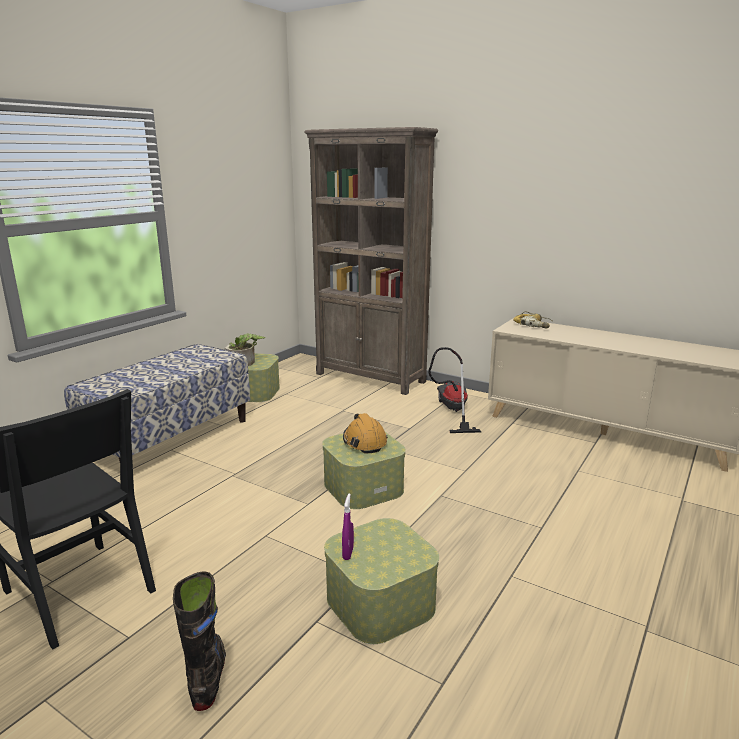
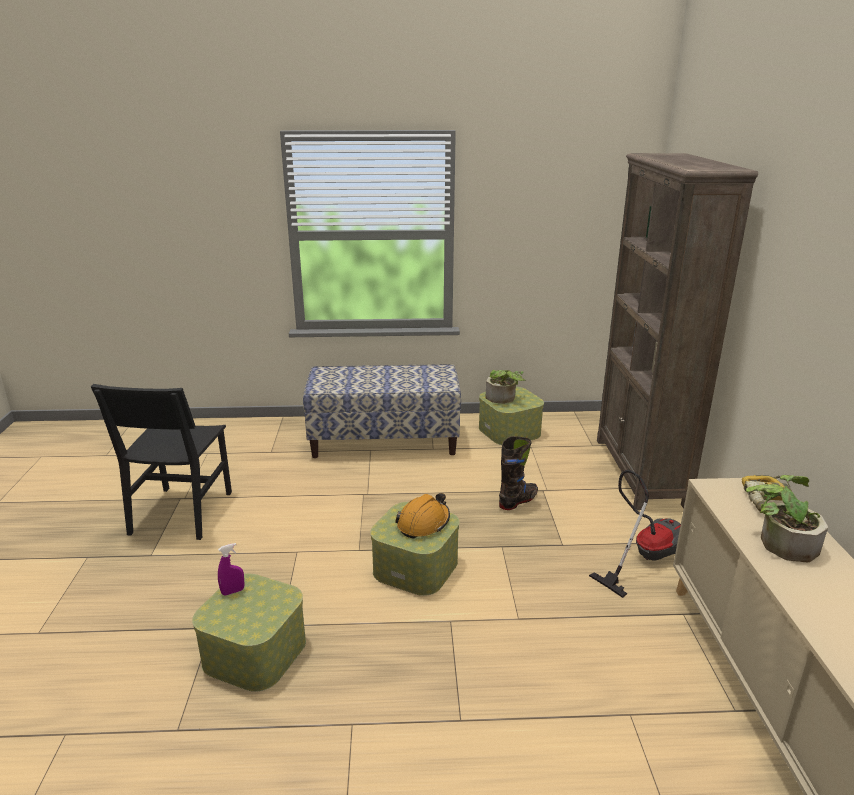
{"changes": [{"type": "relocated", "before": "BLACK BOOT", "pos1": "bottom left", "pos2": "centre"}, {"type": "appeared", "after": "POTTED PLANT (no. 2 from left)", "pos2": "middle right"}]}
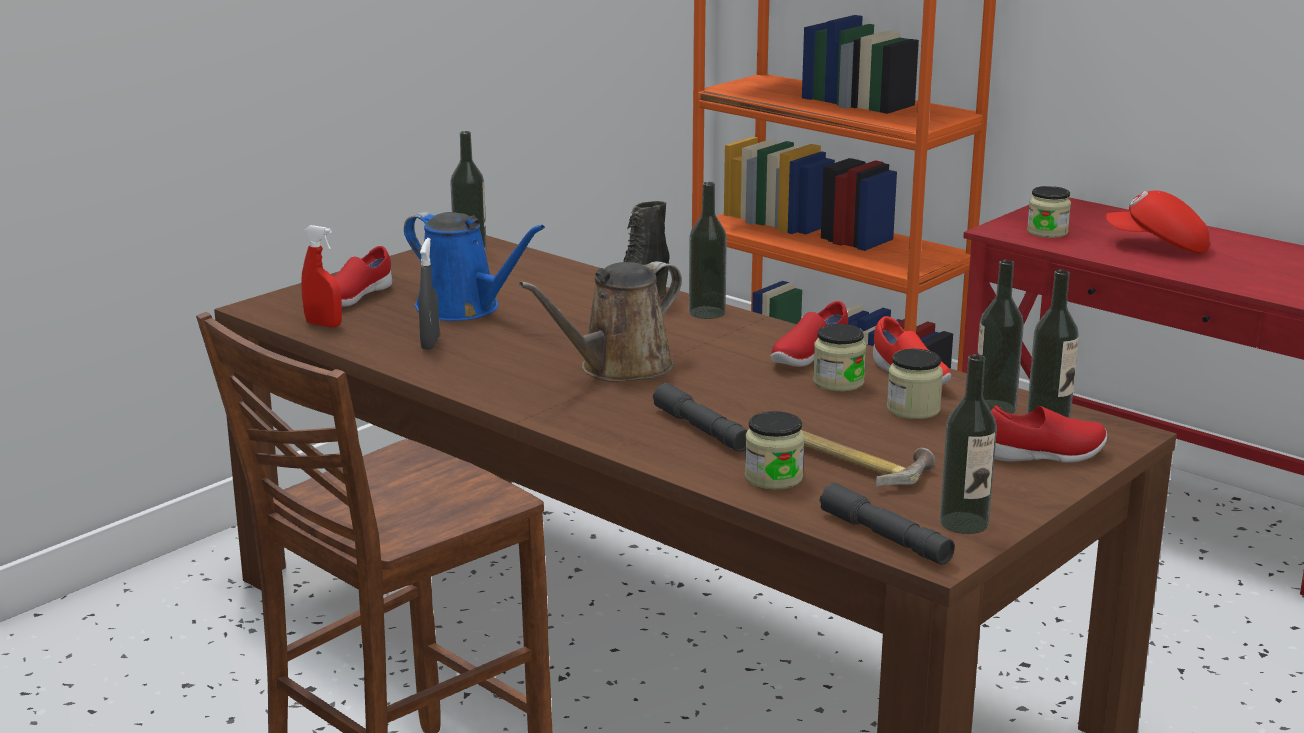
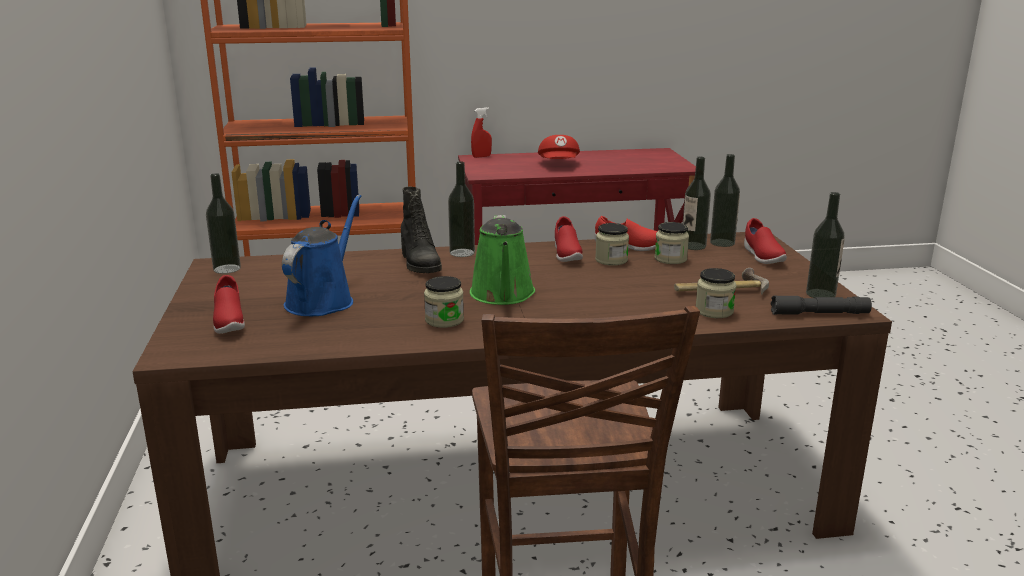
{"changes": [{"type": "relocated", "before": "RED SPRAY BOTTLE", "pos1": "middle left", "pos2": "top centre"}, {"type": "spun", "before": "BLUE WATERING CAN", "pos1": "centre", "pos2": "middle left", "turn": -60}, {"type": "missing", "before": "GREY SPRAY BOTTLE", "pos1": "middle left"}, {"type": "colour", "before": "BROWN WATERING CAN", "after": "GREEN WATERING CAN", "pos1": "centre", "pos2": "centre"}, {"type": "missing", "before": "GREY FLASHLIGHT (no. 1 from left)", "pos1": "centre"}, {"type": "spun", "before": "RED SHOE (no. 4 from left)", "pos1": "middle right", "pos2": "middle right", "turn": 135}, {"type": "relocated", "before": "JAR (no. 4 from left in the first image)", "after": "JAR (no. 1 from left)", "pos1": "top right", "pos2": "centre"}, {"type": "spun", "before": "RED CAP", "pos1": "top right", "pos2": "top centre", "turn": -60}]}
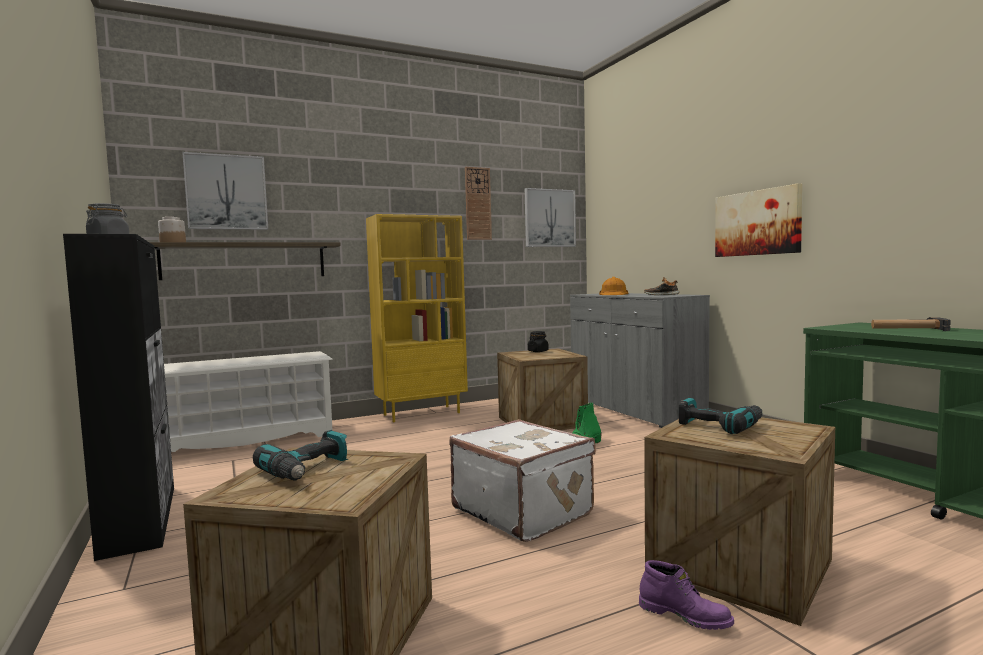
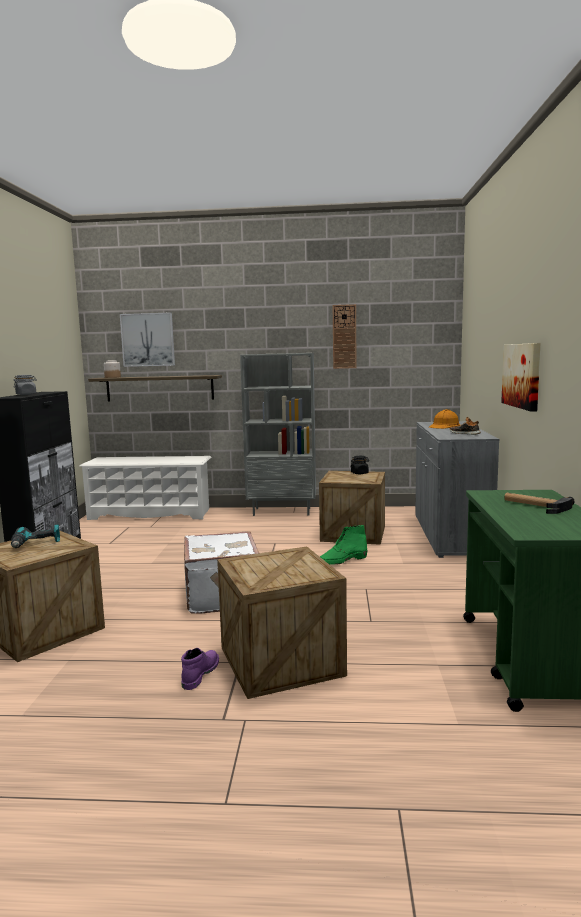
{"changes": [{"type": "colour", "before": "YELLOW BOOKCASE", "after": "GREY BOOKCASE", "pos1": "centre", "pos2": "centre"}, {"type": "missing", "before": "PICTURE (no. 2 from left)", "pos1": "top centre"}, {"type": "spun", "before": "PURPLE BOOT", "pos1": "bottom right", "pos2": "bottom centre", "turn": -135}, {"type": "missing", "before": "POWER DRILL (no. 2 from left)", "pos1": "middle right"}]}
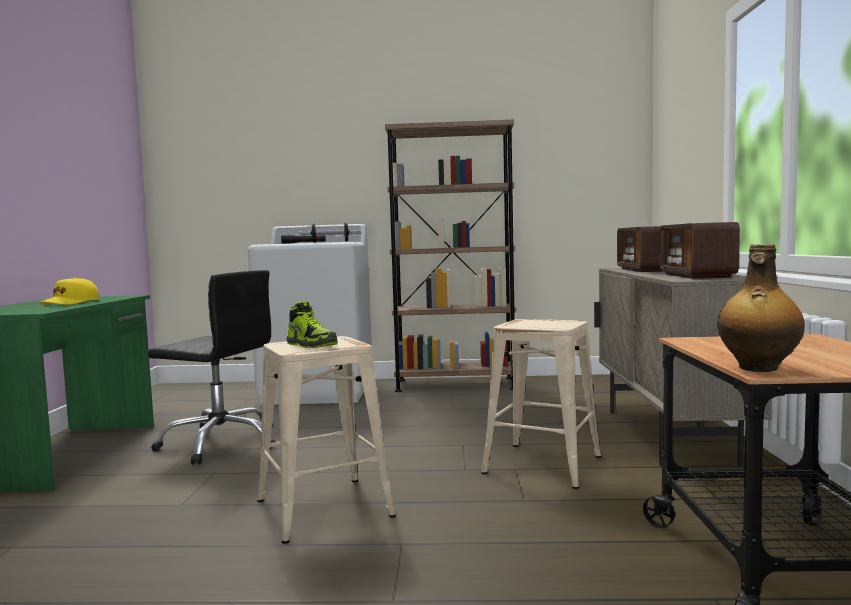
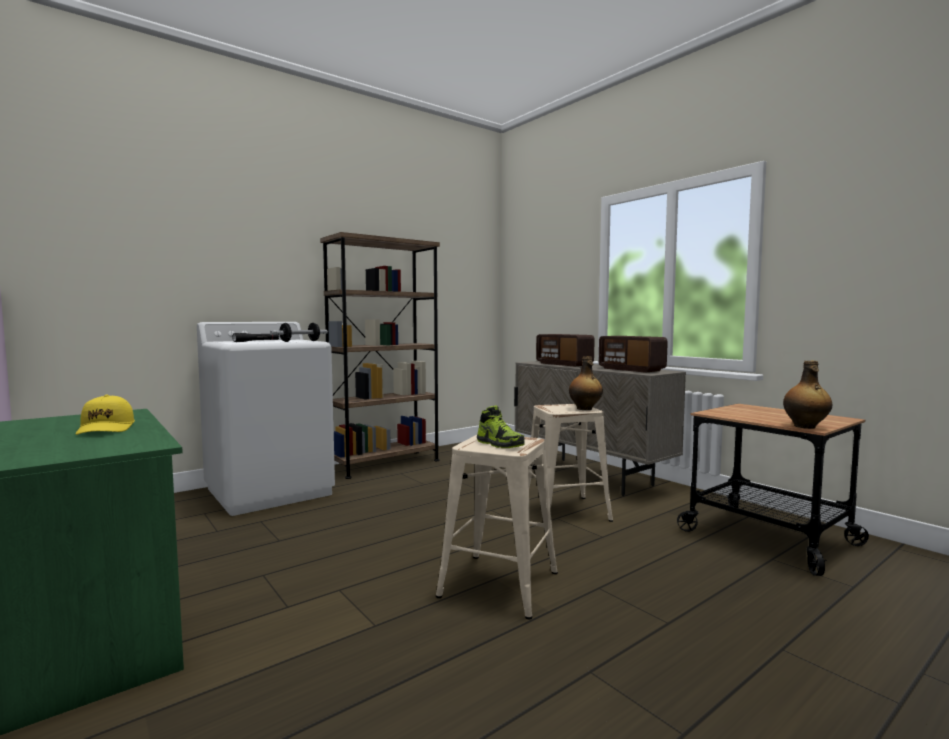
{"changes": [{"type": "missing", "before": "BLACK OFFICE CHAIR", "pos1": "middle left"}, {"type": "spun", "before": "SHOE", "pos1": "centre", "pos2": "centre", "turn": 45}, {"type": "appeared", "after": "BOTTLE (no. 1 from left)", "pos2": "centre"}]}
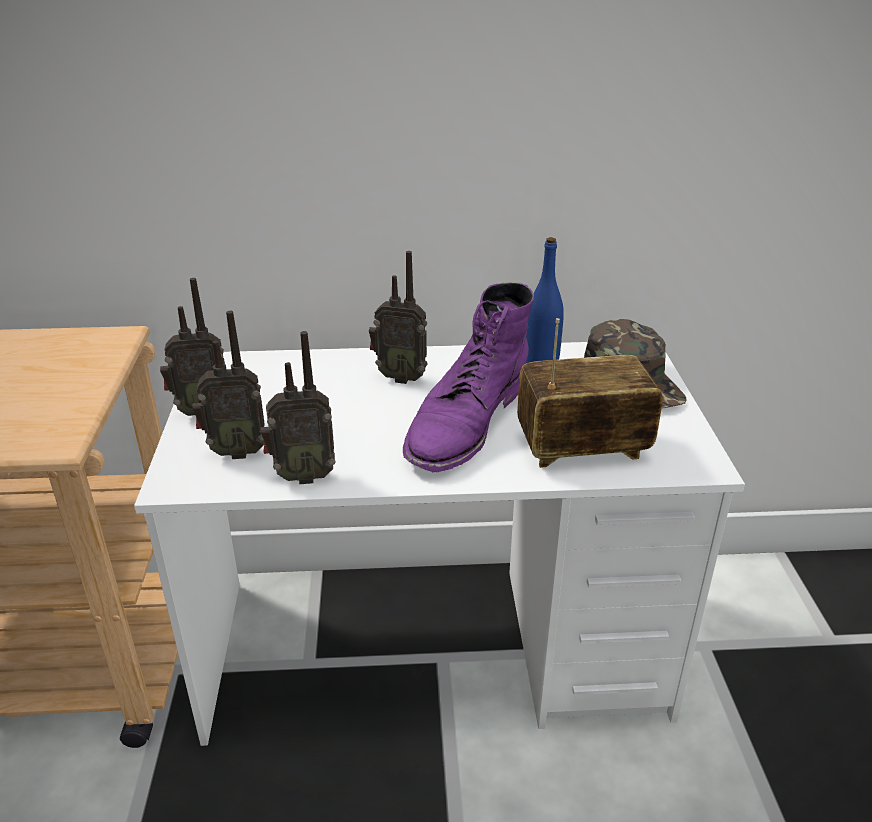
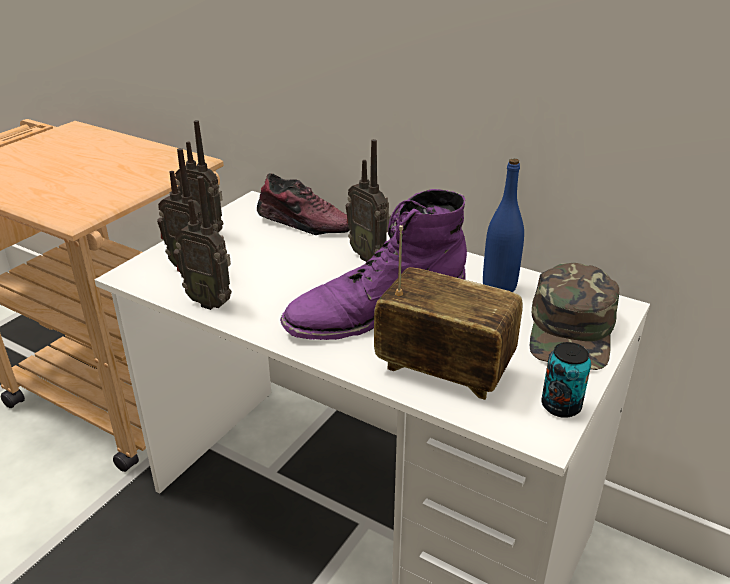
{"changes": [{"type": "appeared", "after": "SHOE", "pos2": "centre"}, {"type": "appeared", "after": "CAN", "pos2": "middle right"}]}
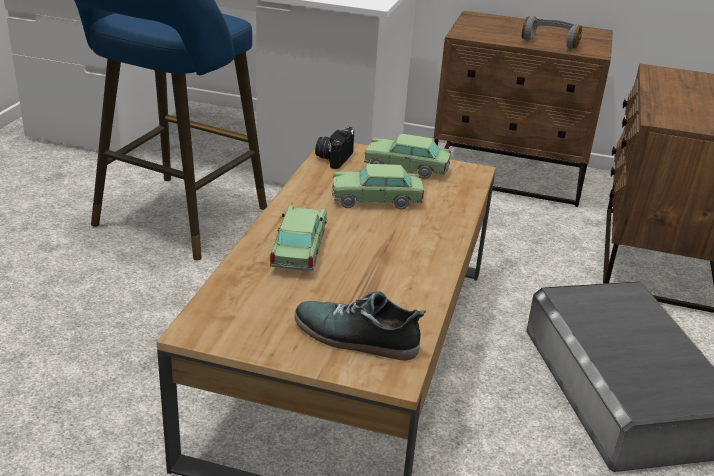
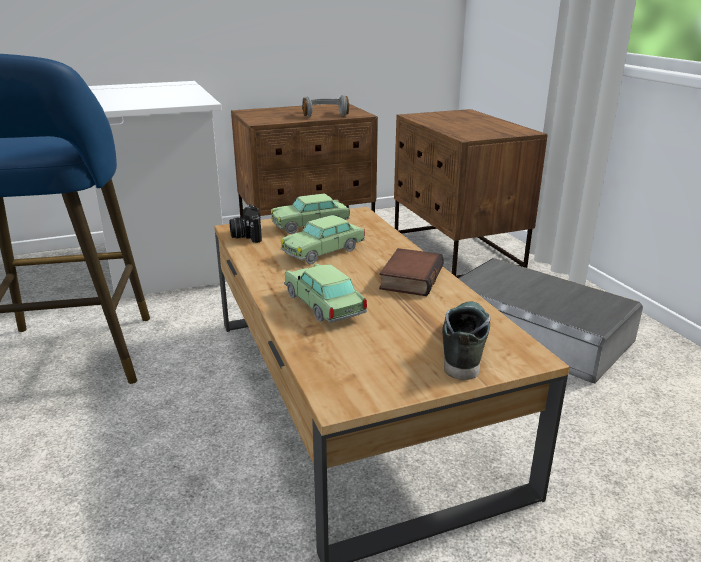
{"changes": [{"type": "spun", "before": "SHOE", "pos1": "bottom centre", "pos2": "centre", "turn": 120}, {"type": "appeared", "after": "BOOK", "pos2": "centre"}]}
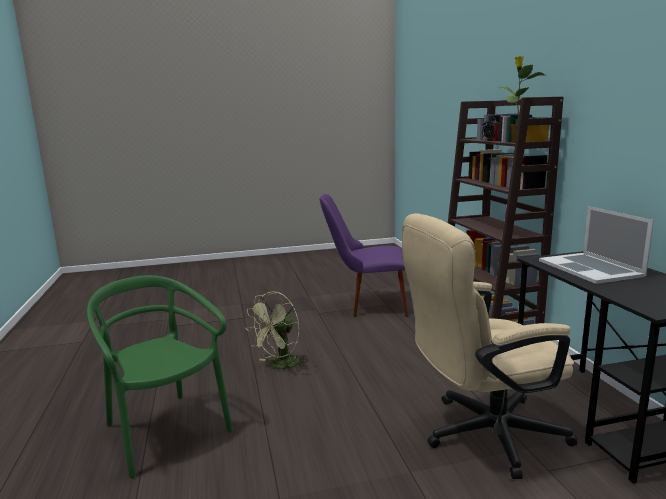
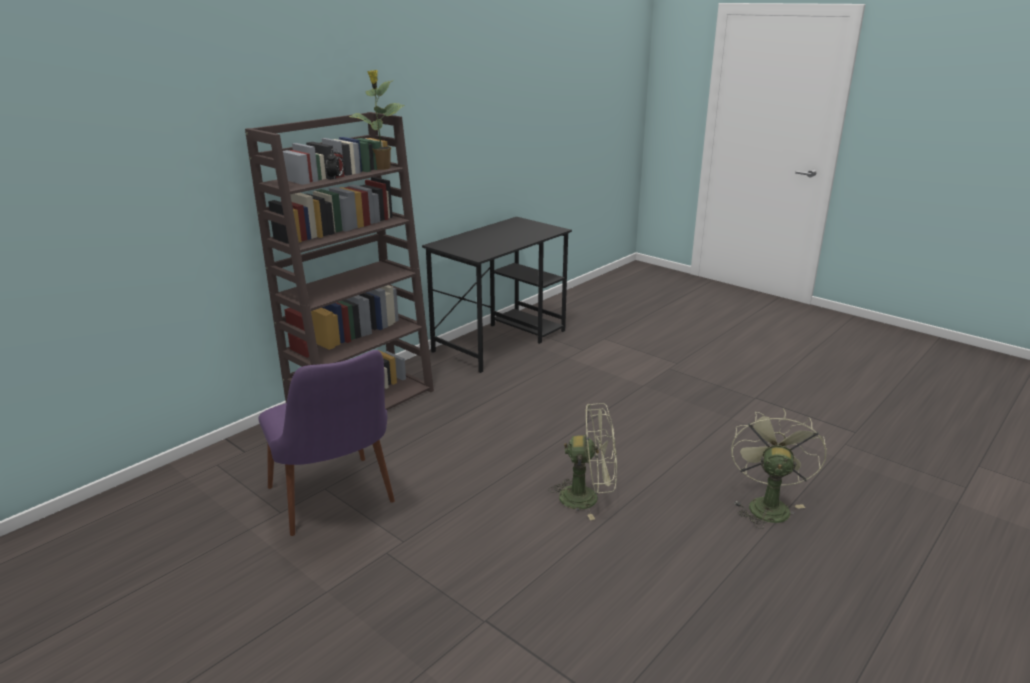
{"changes": [{"type": "exchanged", "before": "GREEN CHAIR", "after": "GREEN FAN (no. 2 from left)", "pos1": "bottom left", "pos2": "bottom right"}, {"type": "missing", "before": "BEIGE OFFICE CHAIR", "pos1": "bottom right"}, {"type": "missing", "before": "LAPTOP", "pos1": "middle right"}]}
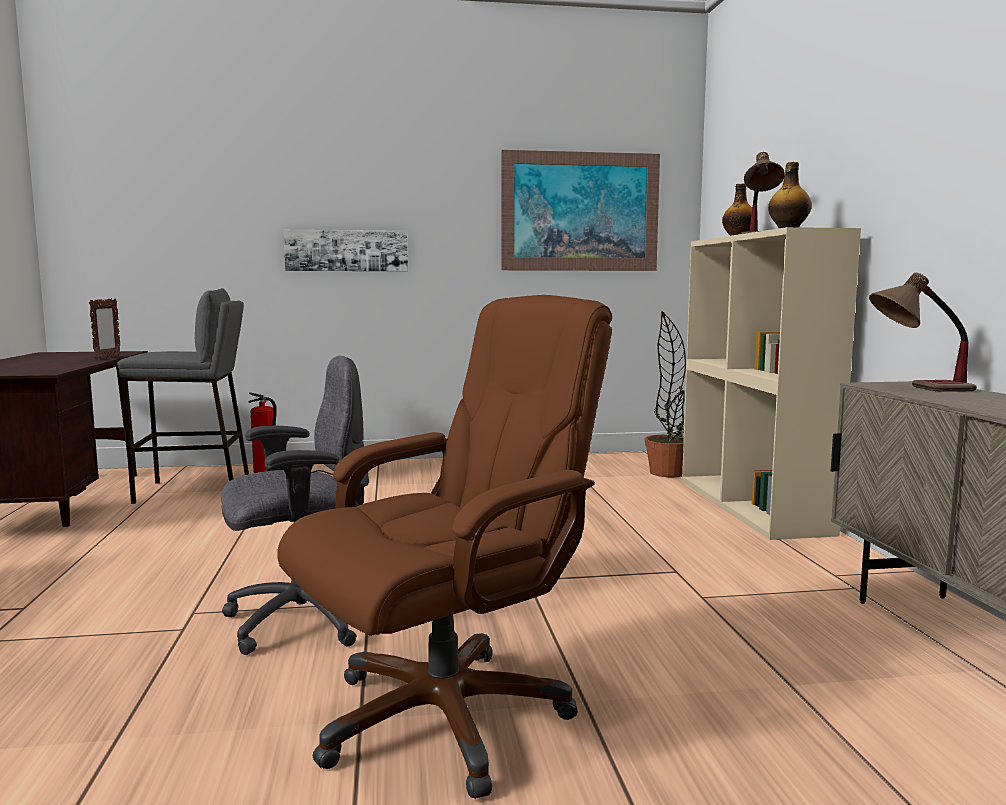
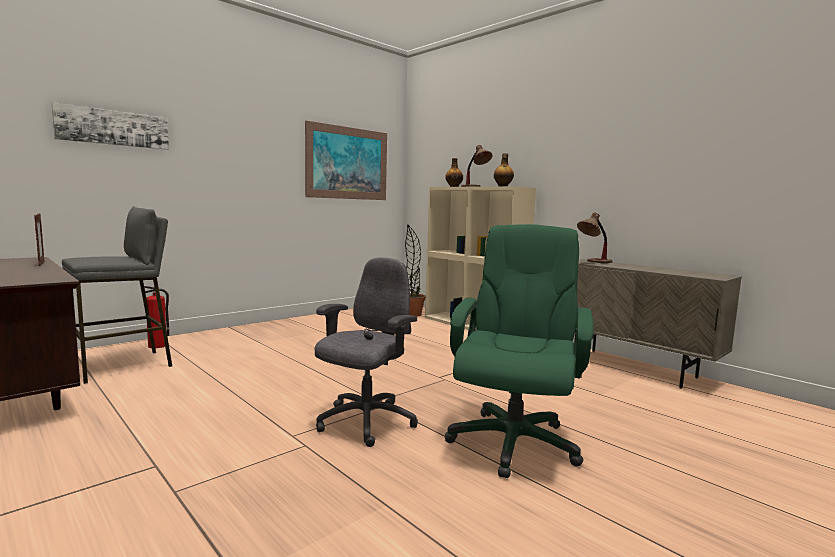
{"changes": [{"type": "colour", "before": "BROWN OFFICE CHAIR", "after": "GREEN OFFICE CHAIR", "pos1": "bottom centre", "pos2": "centre"}, {"type": "relocated", "before": "PICTURE (no. 1 from left)", "pos1": "top centre", "pos2": "top left"}]}
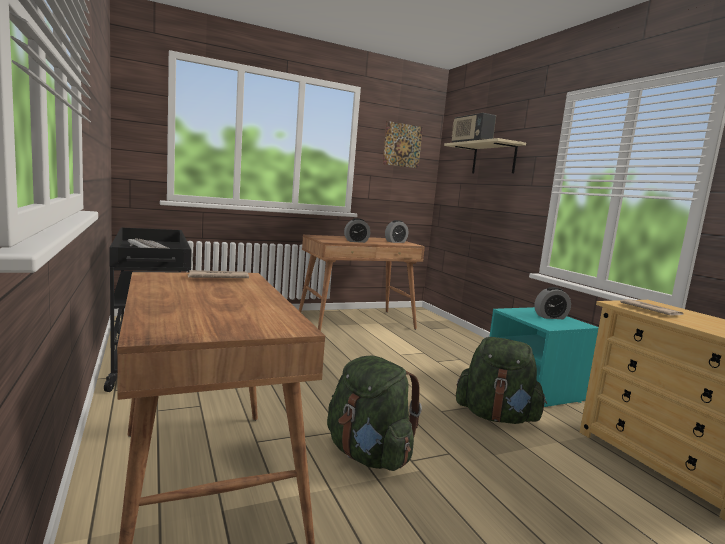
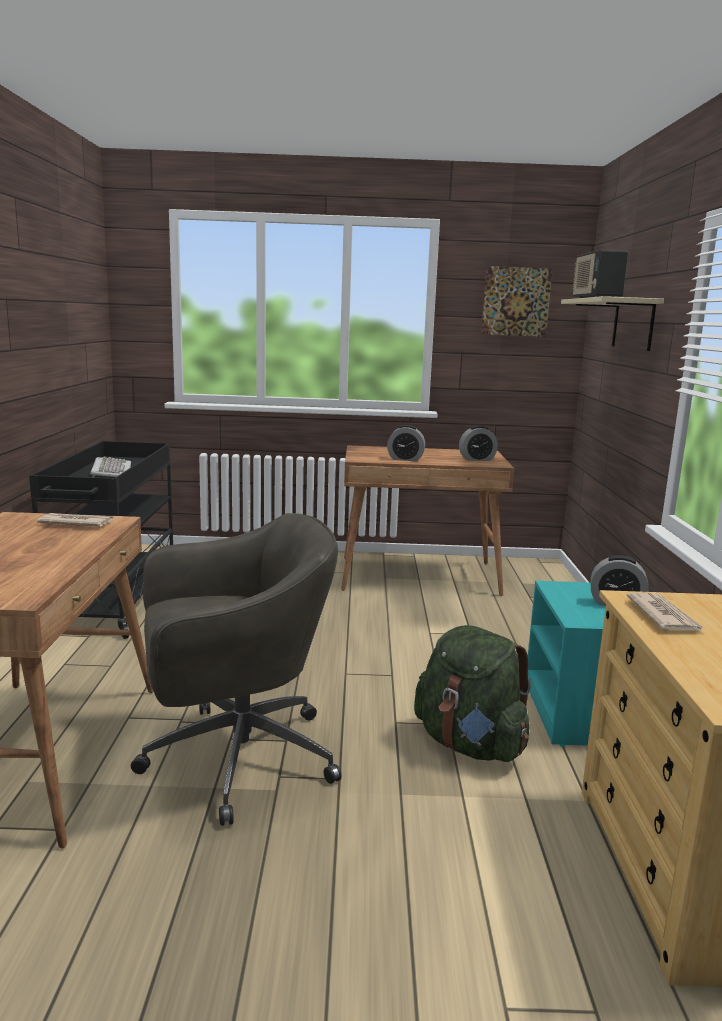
{"changes": [{"type": "exchanged", "before": "GREEN BACKPACK (no. 1 from left)", "after": "GREY OFFICE CHAIR", "pos1": "bottom centre", "pos2": "middle left"}]}
